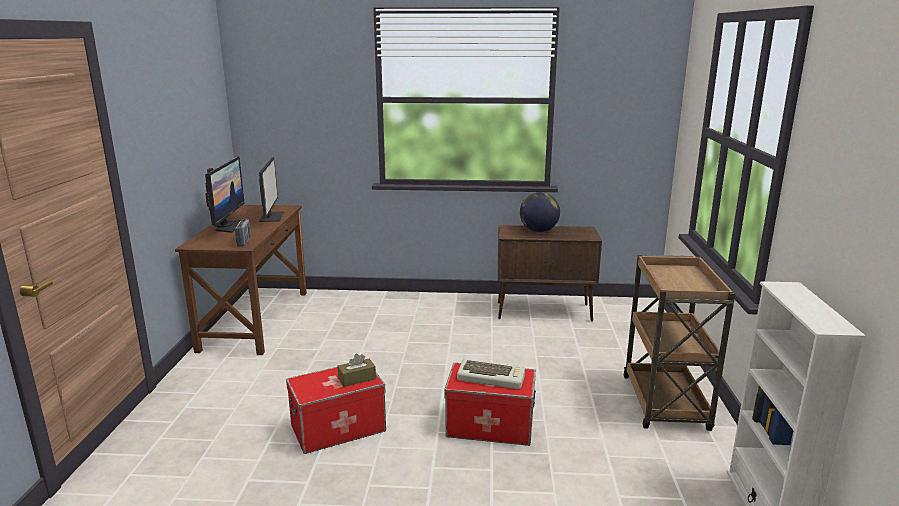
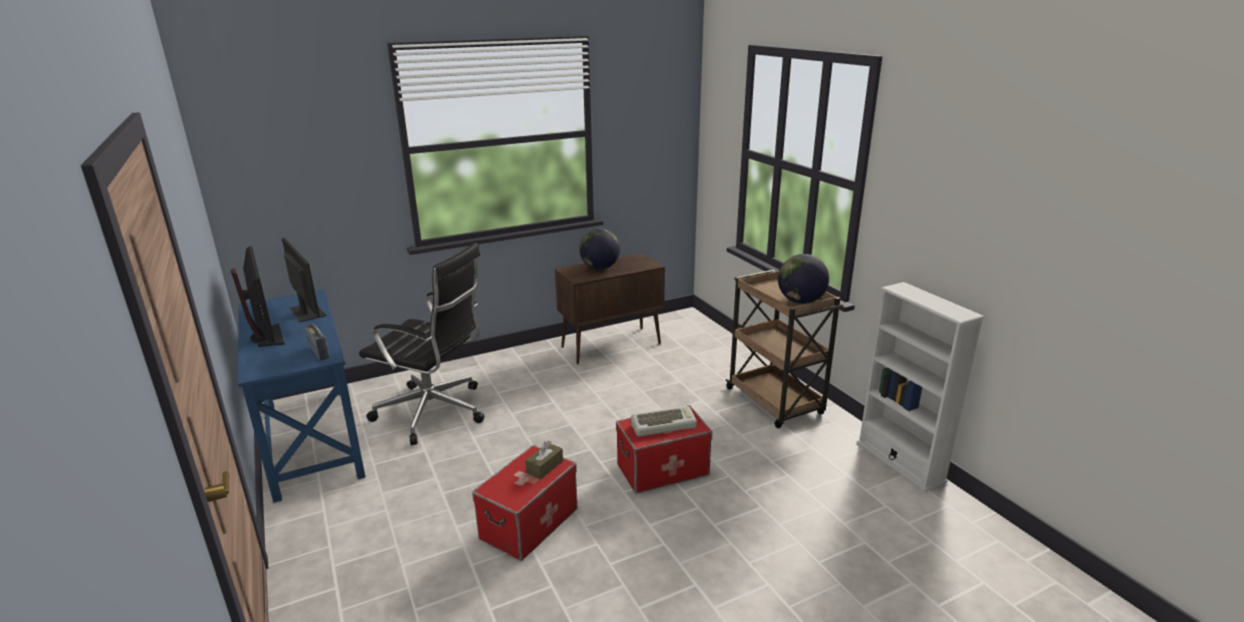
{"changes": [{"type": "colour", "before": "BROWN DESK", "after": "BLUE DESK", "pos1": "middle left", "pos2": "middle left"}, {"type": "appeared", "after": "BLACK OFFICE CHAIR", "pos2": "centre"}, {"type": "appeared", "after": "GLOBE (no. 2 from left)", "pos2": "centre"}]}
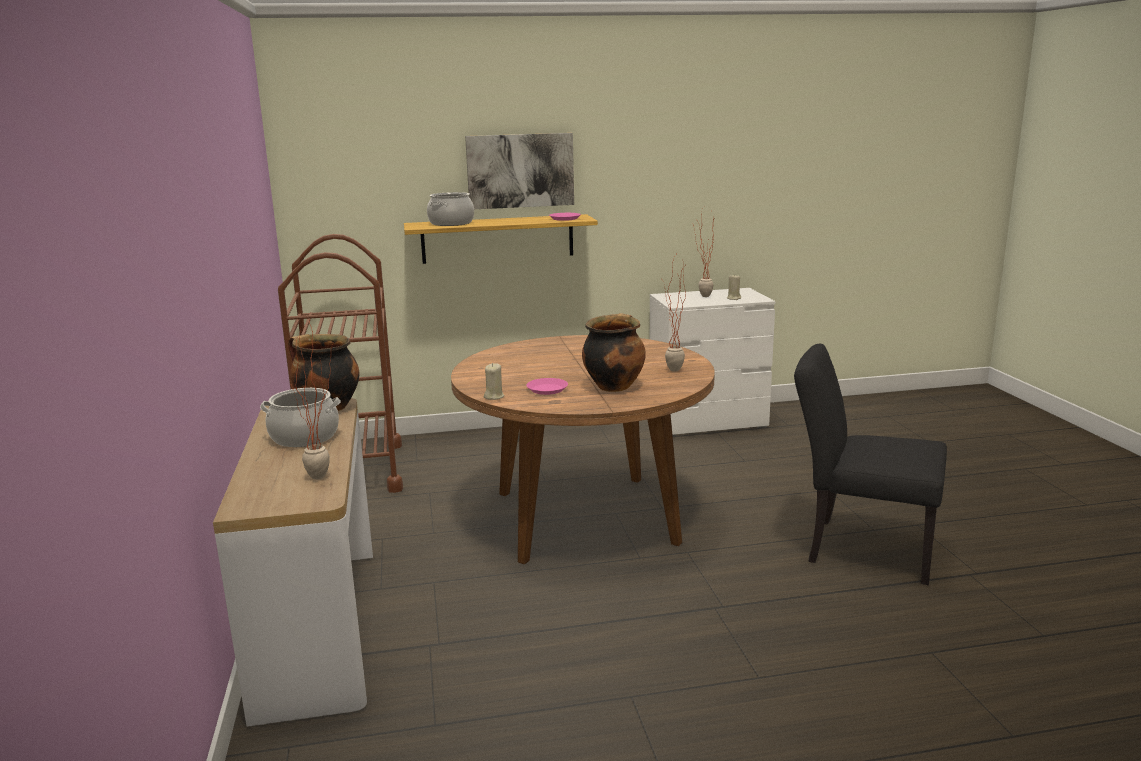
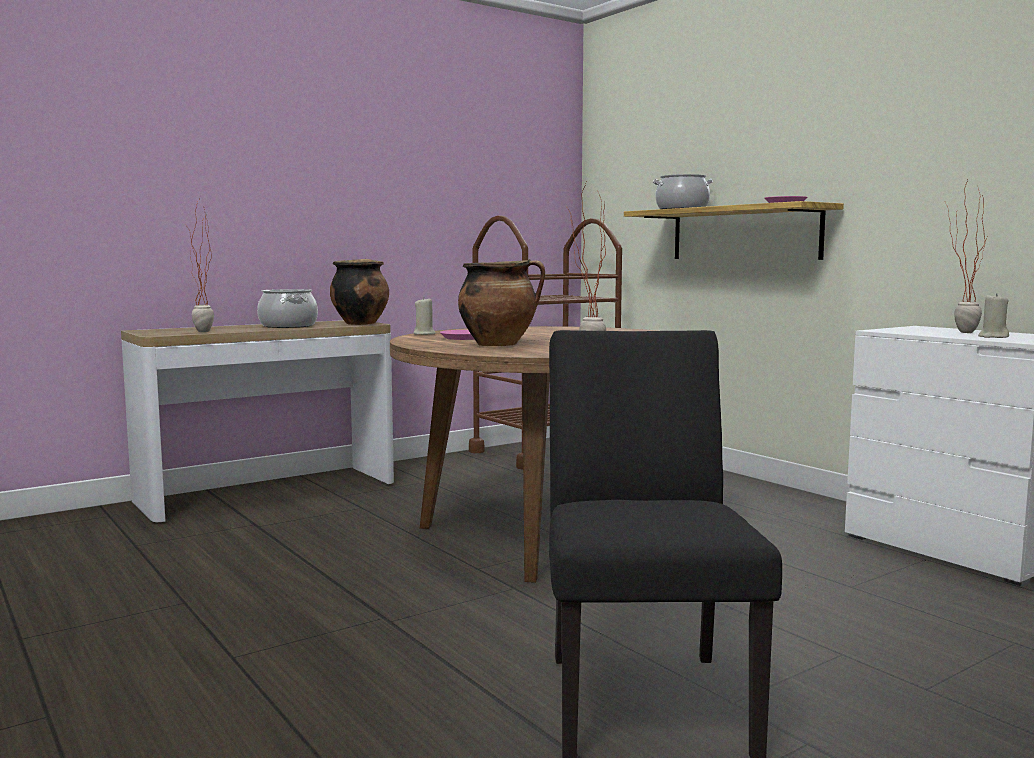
{"changes": [{"type": "missing", "before": "PICTURE", "pos1": "top centre"}]}
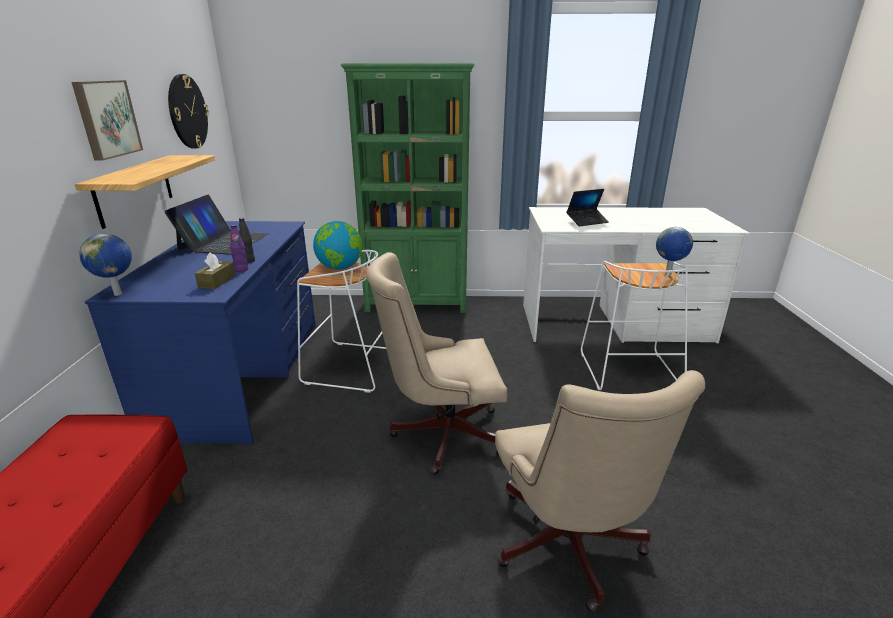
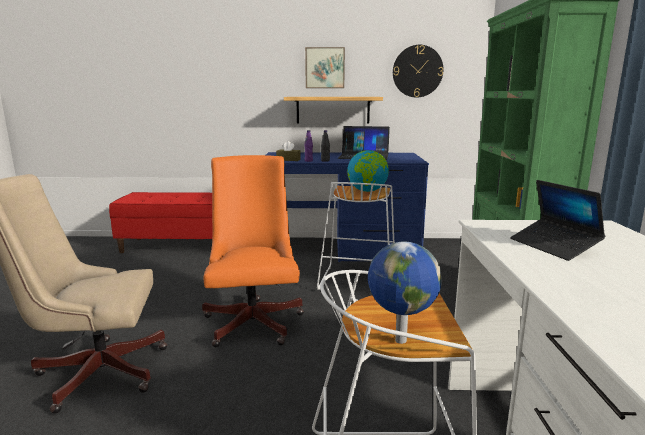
{"changes": [{"type": "missing", "before": "GLOBE (no. 1 from left)", "pos1": "middle left"}, {"type": "colour", "before": "BEIGE OFFICE CHAIR (no. 1 from left)", "after": "ORANGE OFFICE CHAIR", "pos1": "centre", "pos2": "centre"}]}
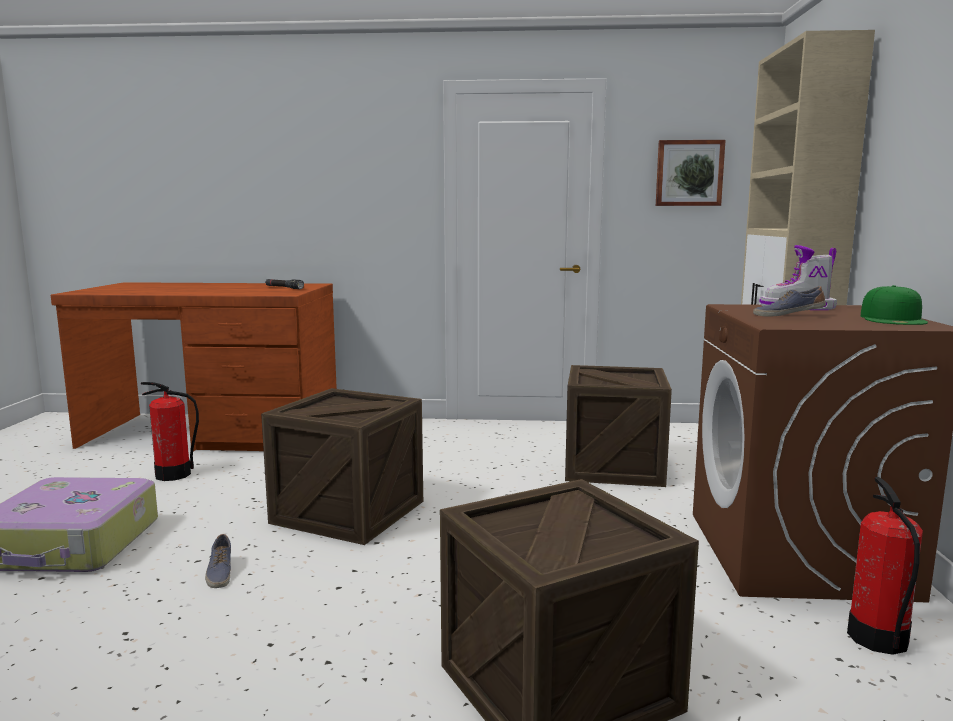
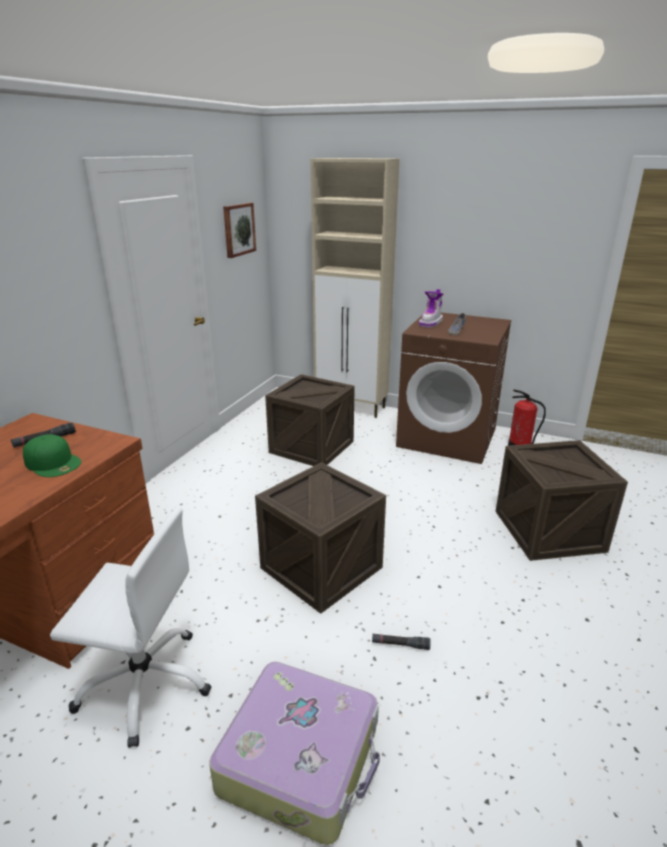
{"changes": [{"type": "exchanged", "before": "FIRE EXTINGUISHER (no. 1 from left)", "after": "WHITE OFFICE CHAIR", "pos1": "middle left", "pos2": "bottom left"}, {"type": "exchanged", "before": "SHOE (no. 1 from left)", "after": "BLACK FLASHLIGHT (no. 2 from left)", "pos1": "bottom left", "pos2": "bottom centre"}, {"type": "relocated", "before": "GREEN CAP", "pos1": "middle right", "pos2": "middle left"}]}
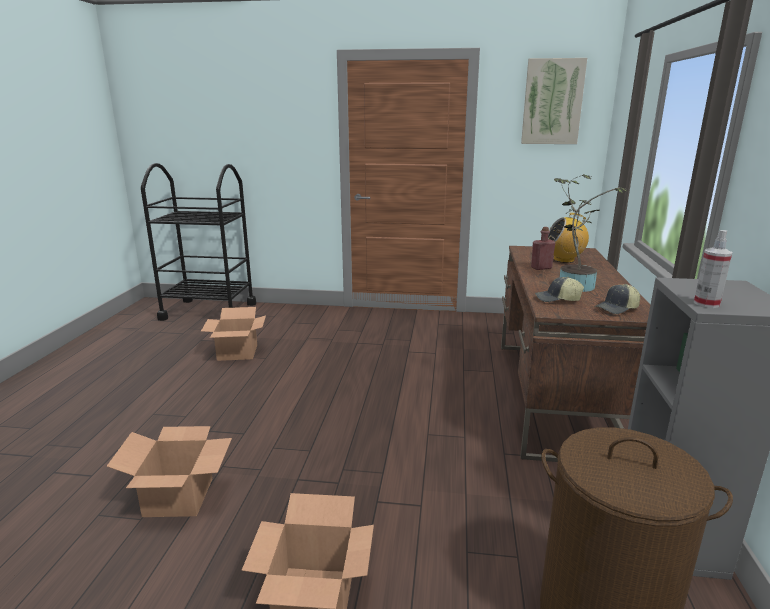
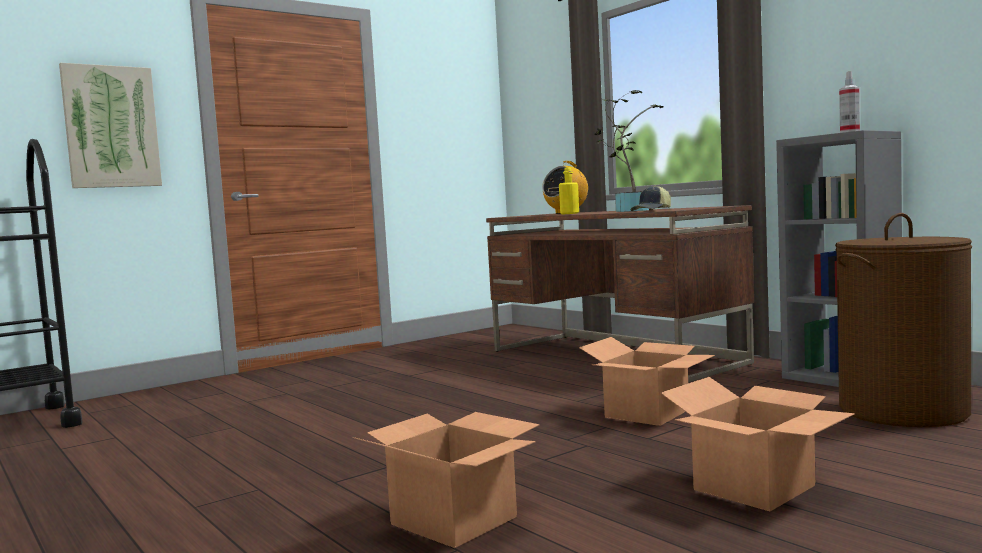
{"changes": [{"type": "relocated", "before": "CARDBOARD BOX (no. 2 from left)", "pos1": "middle left", "pos2": "bottom centre"}, {"type": "relocated", "before": "PICTURE", "pos1": "top right", "pos2": "top left"}, {"type": "colour", "before": "RED BOTTLE", "after": "YELLOW BOTTLE", "pos1": "middle right", "pos2": "centre"}, {"type": "missing", "before": "CAP (no. 2 from left)", "pos1": "middle right"}]}
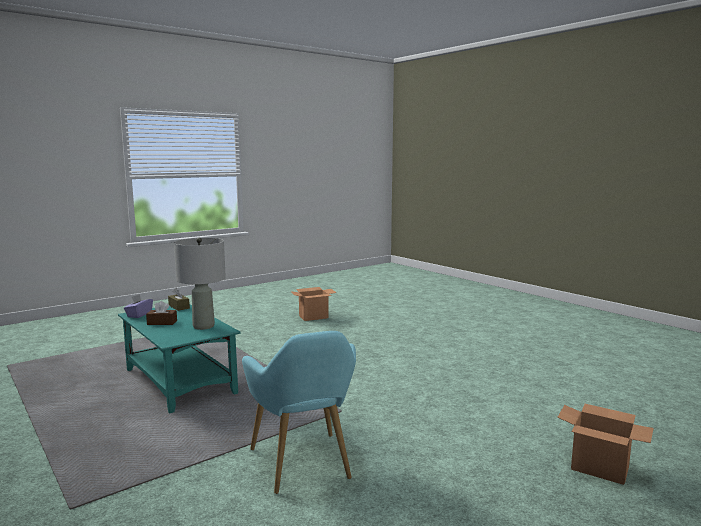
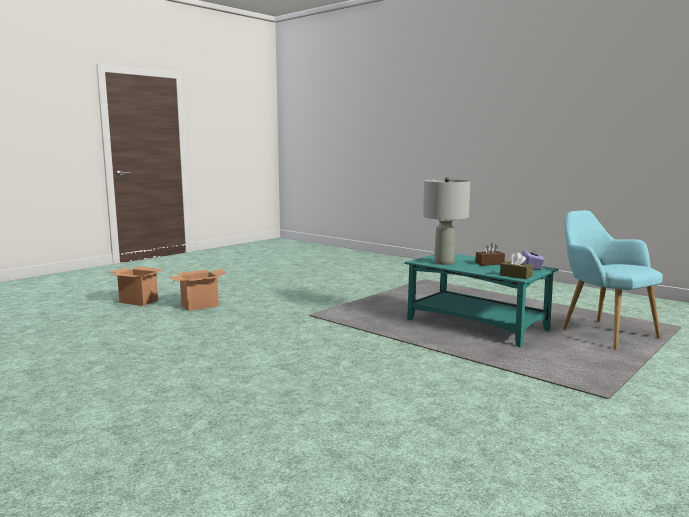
{"changes": [{"type": "relocated", "before": "TURQUOISE ARMCHAIR", "pos1": "bottom centre", "pos2": "middle right"}, {"type": "relocated", "before": "CARDBOARD BOX (no. 1 from left in the first image)", "after": "CARDBOARD BOX (no. 2 from left)", "pos1": "centre", "pos2": "middle left"}]}
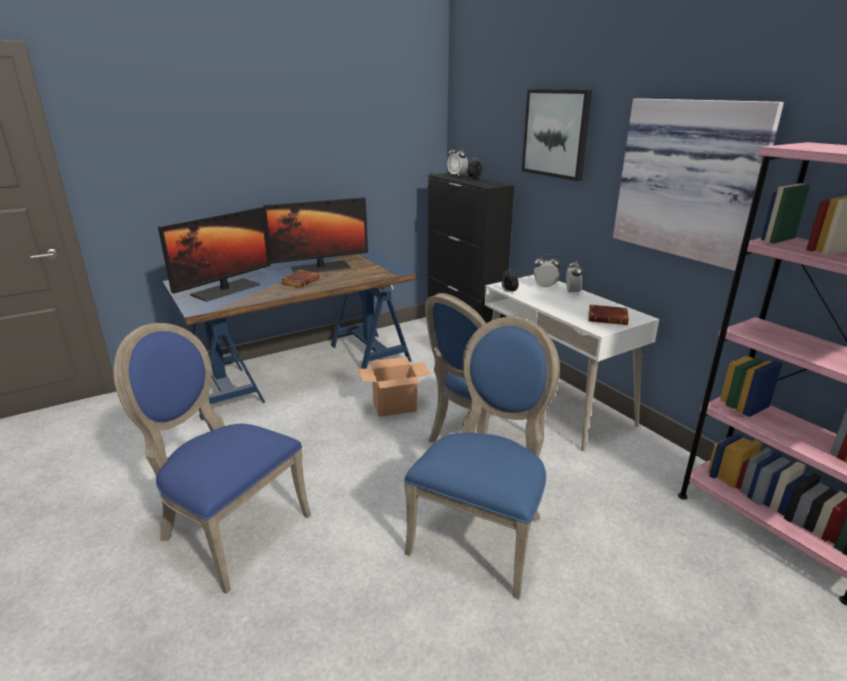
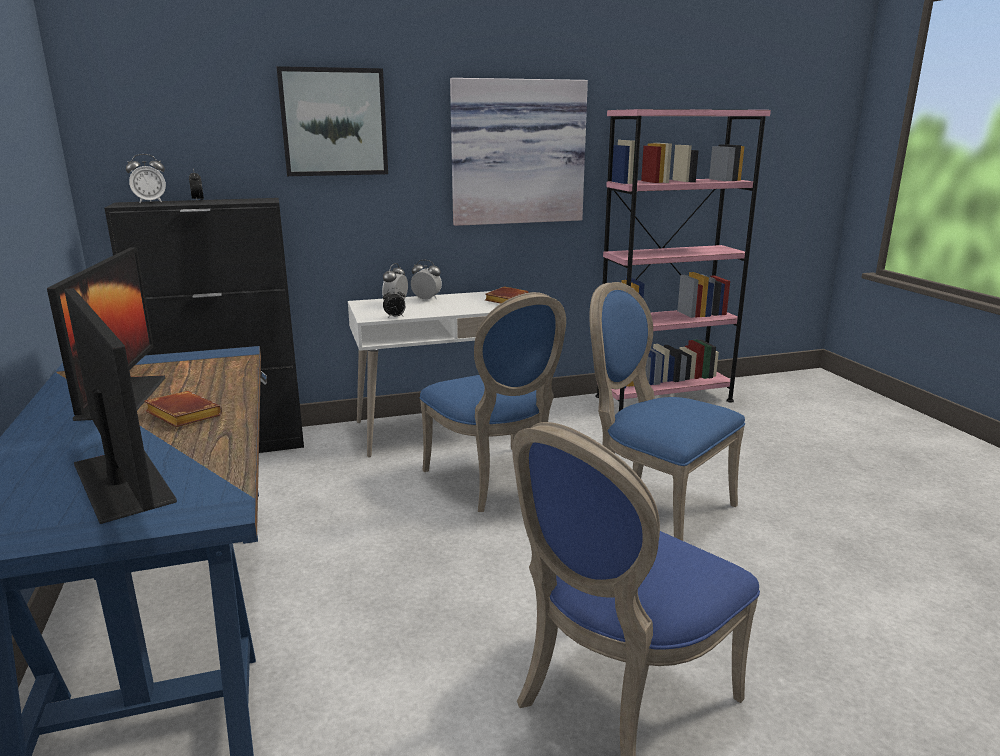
{"changes": [{"type": "missing", "before": "CARDBOARD BOX", "pos1": "centre"}]}
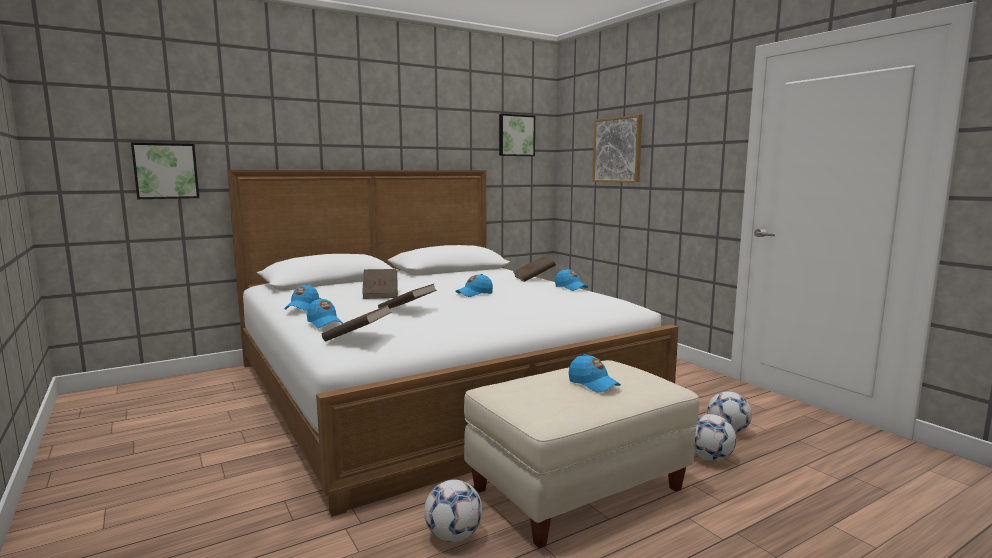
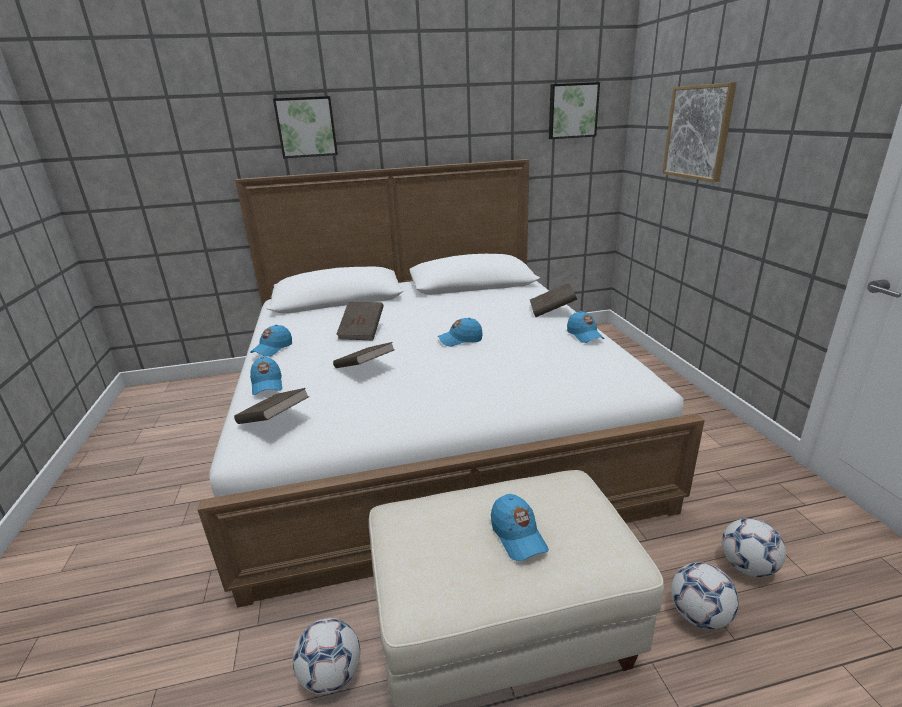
{"changes": [{"type": "relocated", "before": "PICTURE (no. 1 from left)", "pos1": "top left", "pos2": "top centre"}]}
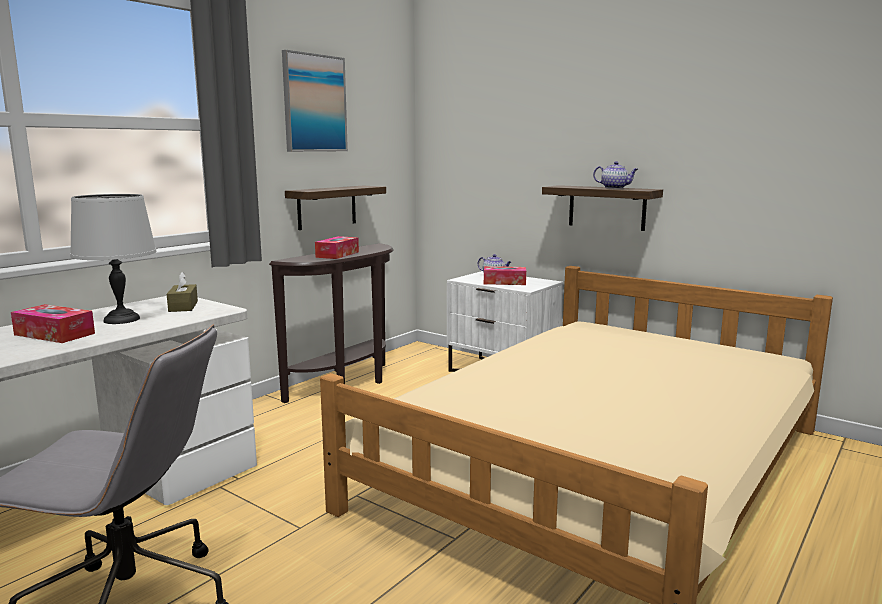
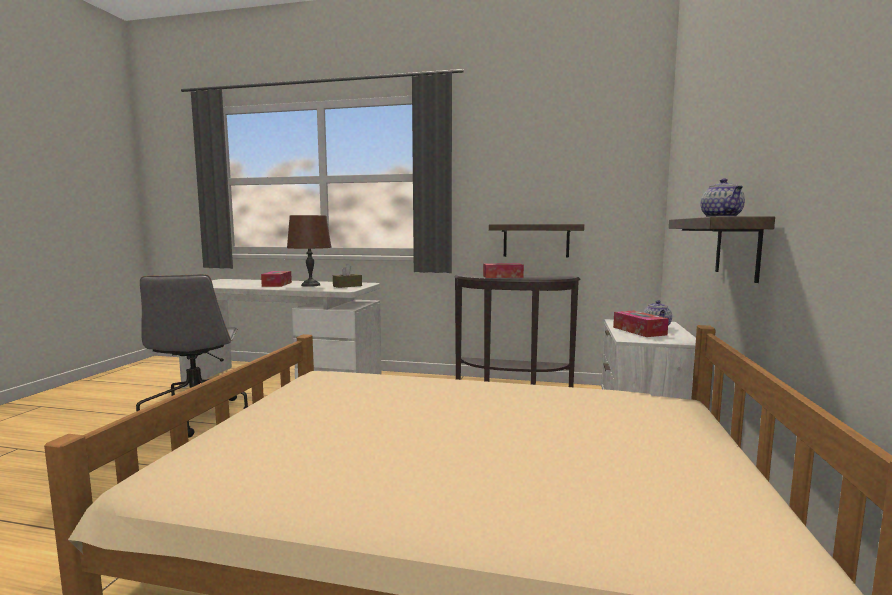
{"changes": [{"type": "colour", "before": "GREY TABLE LAMP", "after": "BROWN TABLE LAMP", "pos1": "middle left", "pos2": "centre"}, {"type": "missing", "before": "PICTURE", "pos1": "top centre"}]}
